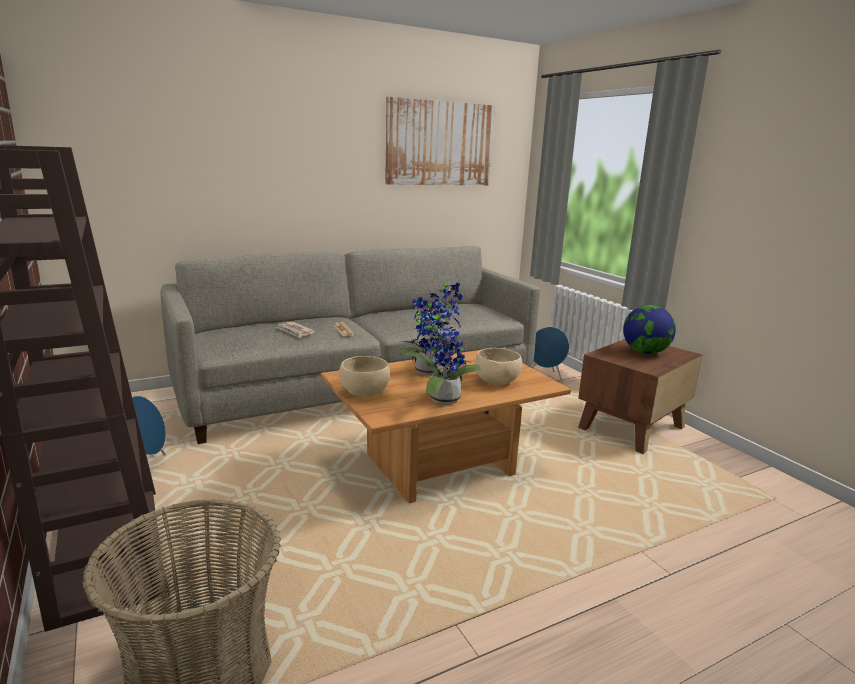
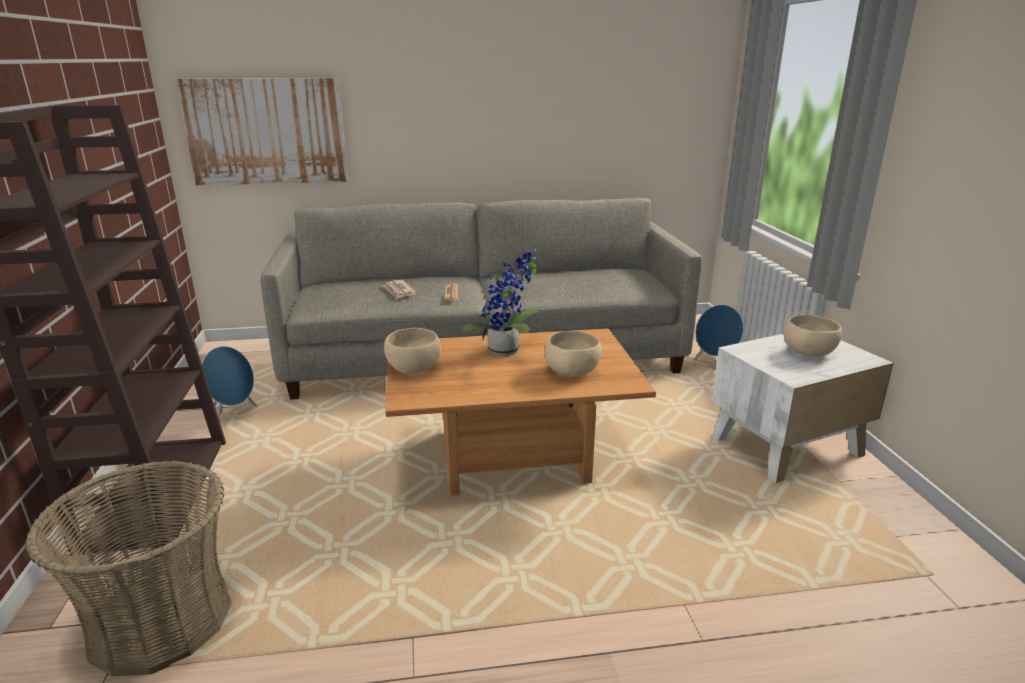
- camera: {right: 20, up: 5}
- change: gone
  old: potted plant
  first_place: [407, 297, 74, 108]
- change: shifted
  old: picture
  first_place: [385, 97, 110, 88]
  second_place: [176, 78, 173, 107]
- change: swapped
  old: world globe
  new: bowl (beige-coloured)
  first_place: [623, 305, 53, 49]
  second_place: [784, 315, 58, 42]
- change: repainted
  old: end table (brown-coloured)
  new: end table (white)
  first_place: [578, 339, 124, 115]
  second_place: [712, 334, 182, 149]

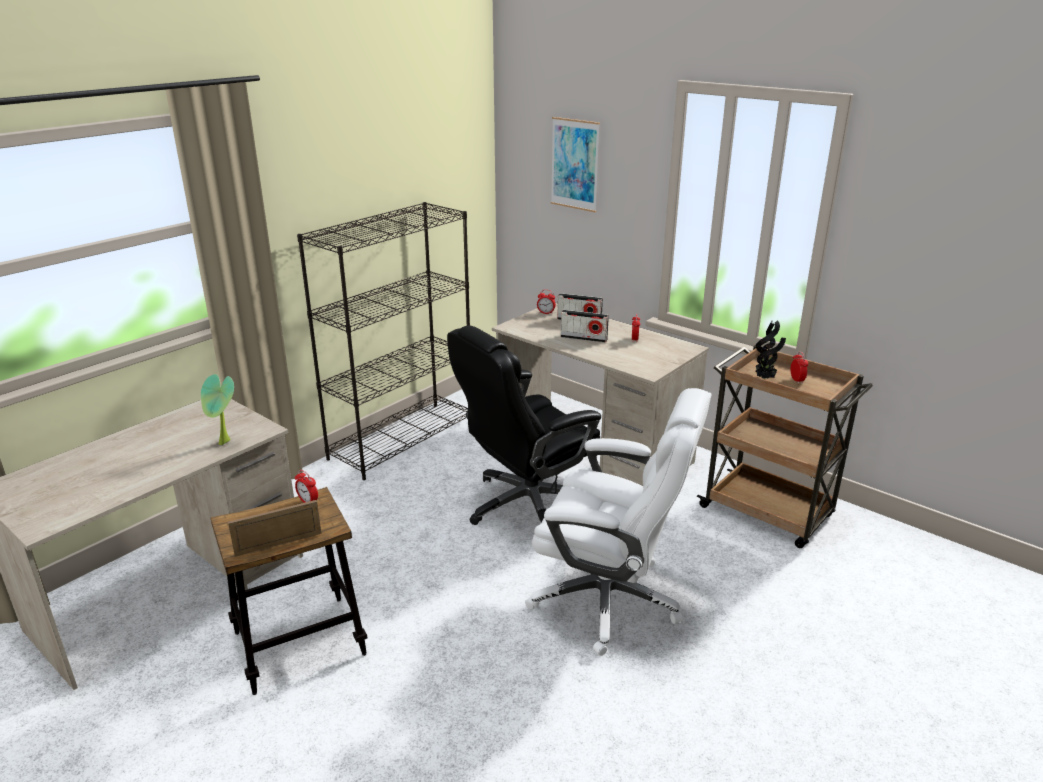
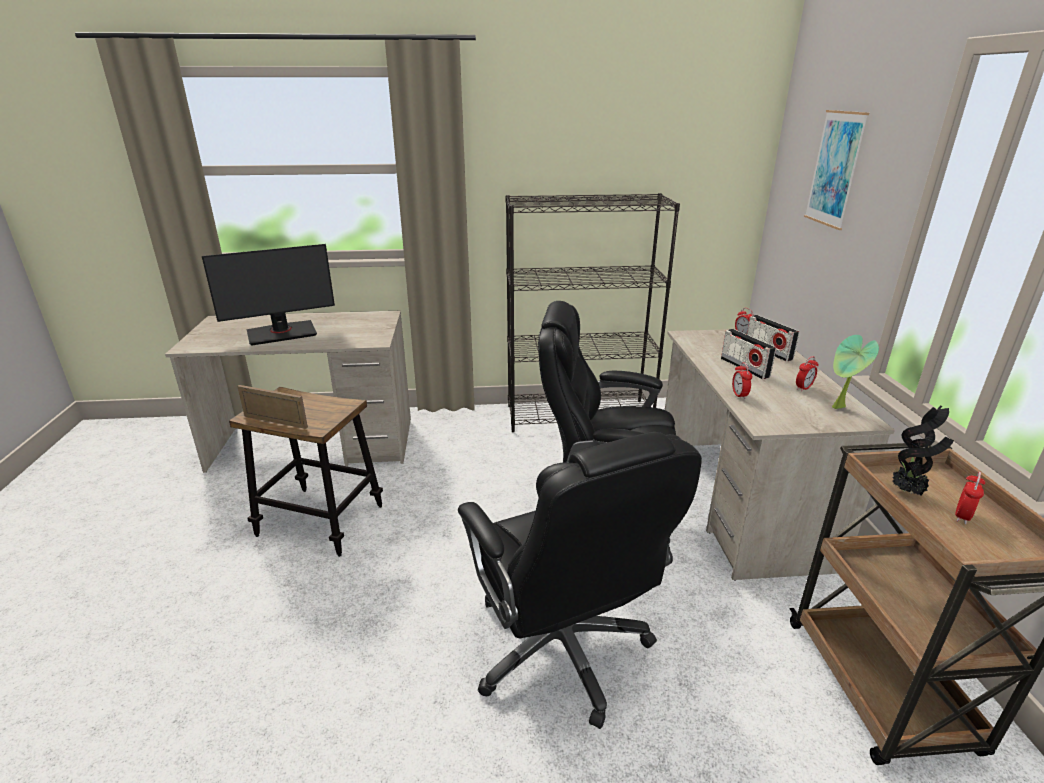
- camera: {right: 45, up: 0}
- change: new
  new: computer display
  second_place: [202, 244, 133, 101]
- change: shifted
  old: potted plant
  first_place: [201, 374, 33, 71]
  second_place: [832, 335, 47, 74]
- change: shifted
  old: table clock
  first_place: [295, 470, 23, 33]
  second_place: [732, 362, 20, 38]
- change: repainted
  old: office chair (white)
  new: office chair (blackish)
  first_place: [525, 388, 187, 268]
  second_place: [458, 432, 244, 297]

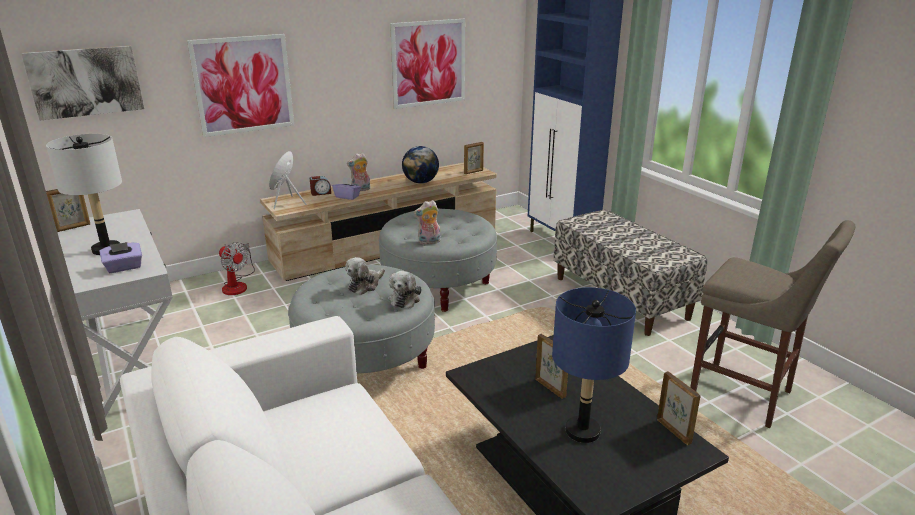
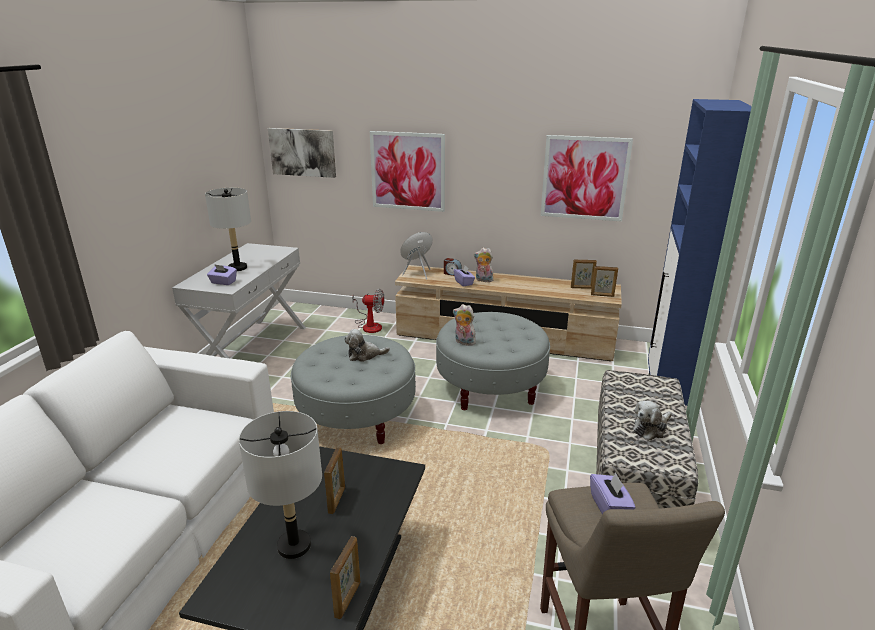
- camera: {right: 45, up: 0}
- change: gone
  old: world globe
  first_place: [402, 146, 37, 38]
- change: new
  new: box of tissues (purplish)
  second_place: [590, 472, 46, 42]
- change: shifted
  old: standing frame
  first_place: [46, 189, 44, 43]
  second_place: [571, 259, 26, 30]
- change: shifted
  old: soft toy
  first_place: [388, 271, 34, 37]
  second_place: [633, 400, 39, 41]
- change: repainted
  old: lamp for a table (bluish)
  new: lamp for a table (gray)
  first_place: [552, 287, 84, 156]
  second_place: [239, 411, 83, 148]
- change: rotated
  old: cooling fan
  first_place: [219, 242, 36, 53]
  second_place: [352, 289, 32, 44]
  degrees: -75

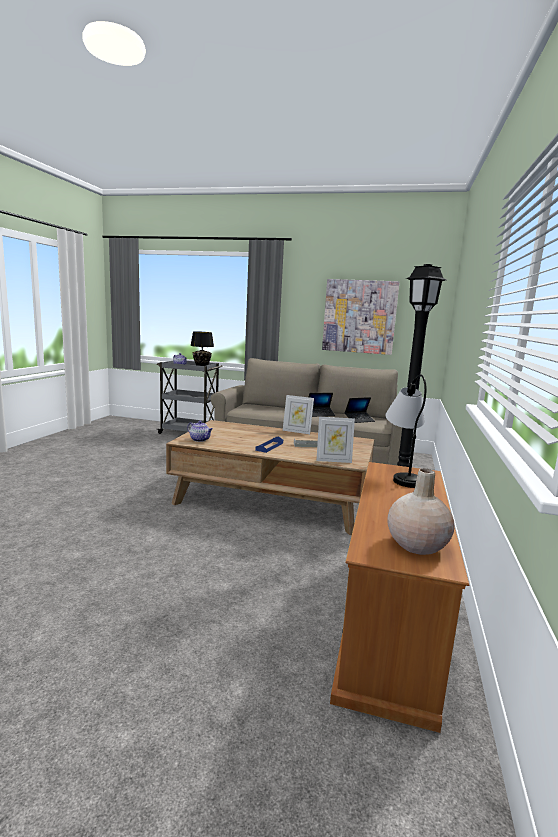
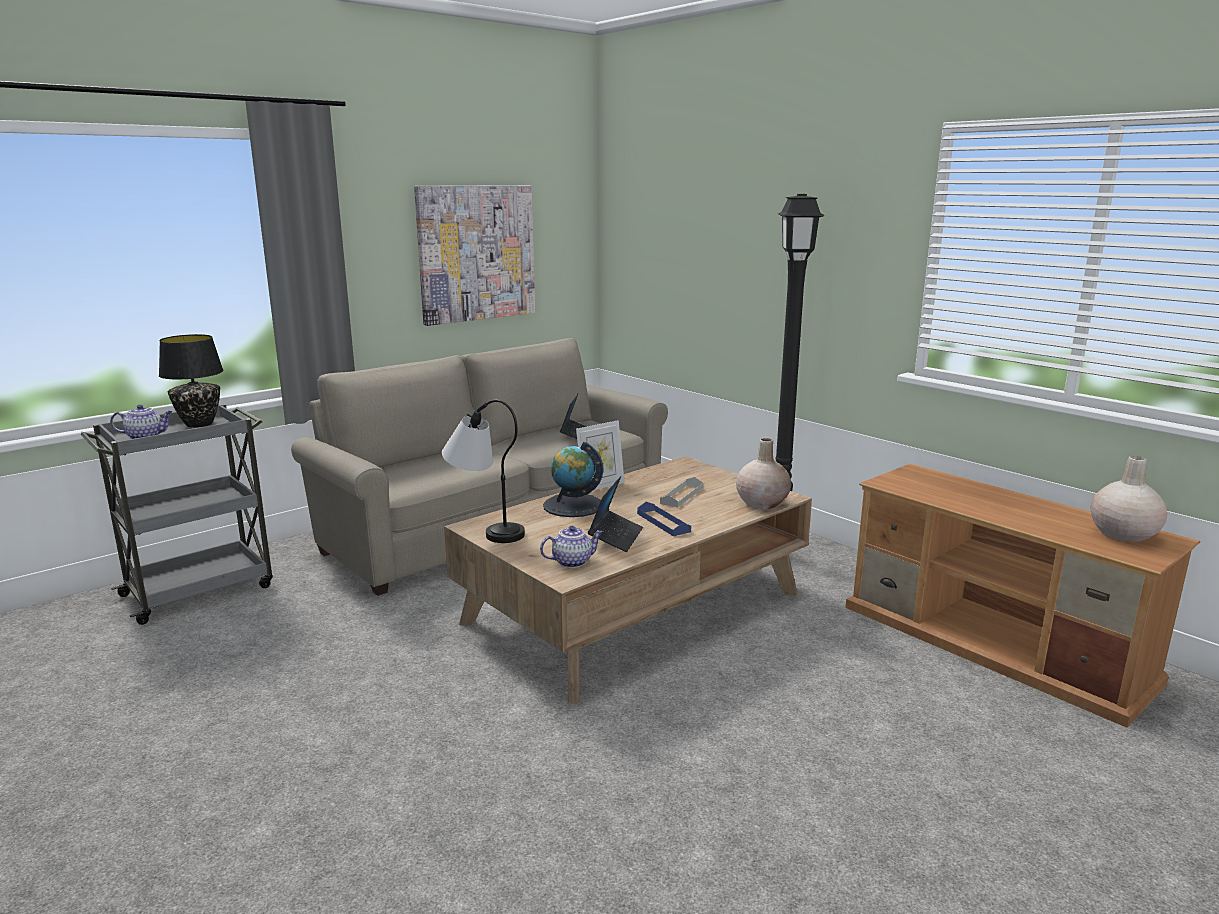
- camera: {right: -55, up: 5}
- change: new
  new: world globe
  second_place: [543, 442, 61, 75]
- change: shifted
  old: notebook computer
  first_place: [309, 393, 26, 24]
  second_place: [588, 476, 55, 76]
- change: shifted
  old: lamp for a table
  first_place: [385, 374, 41, 114]
  second_place: [442, 400, 83, 143]
- change: swapped
  old: standing frame
  new: decorative vase (beige-coloured)
  first_place: [316, 417, 39, 46]
  second_place: [736, 438, 55, 71]

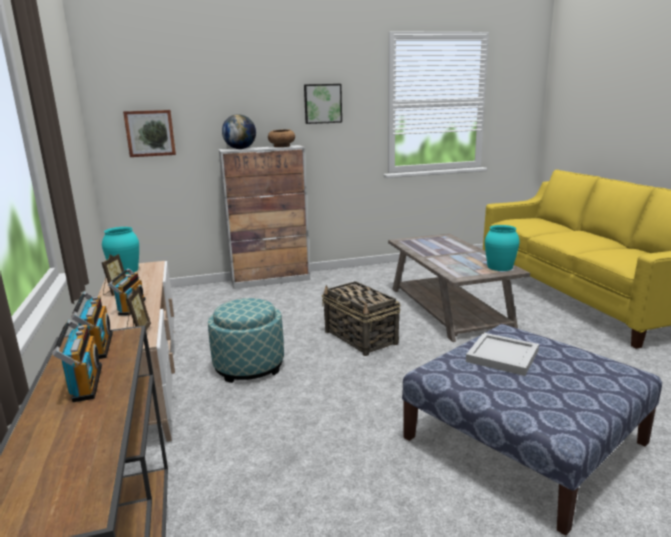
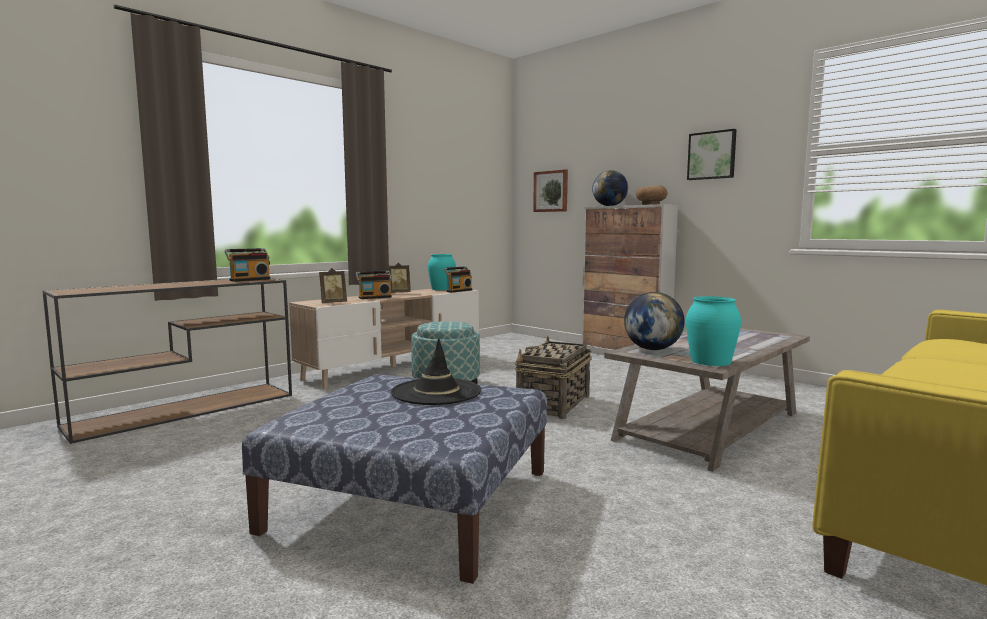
- camera: {right: 60, up: -10}
- change: new
  new: world globe
  second_place: [624, 292, 61, 58]
- change: shifted
  old: radio set
  first_place: [52, 320, 50, 82]
  second_place: [444, 266, 28, 27]
- change: swapped
  old: tray (white)
  new: wearable hat (blackish)
  first_place: [466, 333, 73, 43]
  second_place: [391, 338, 91, 67]

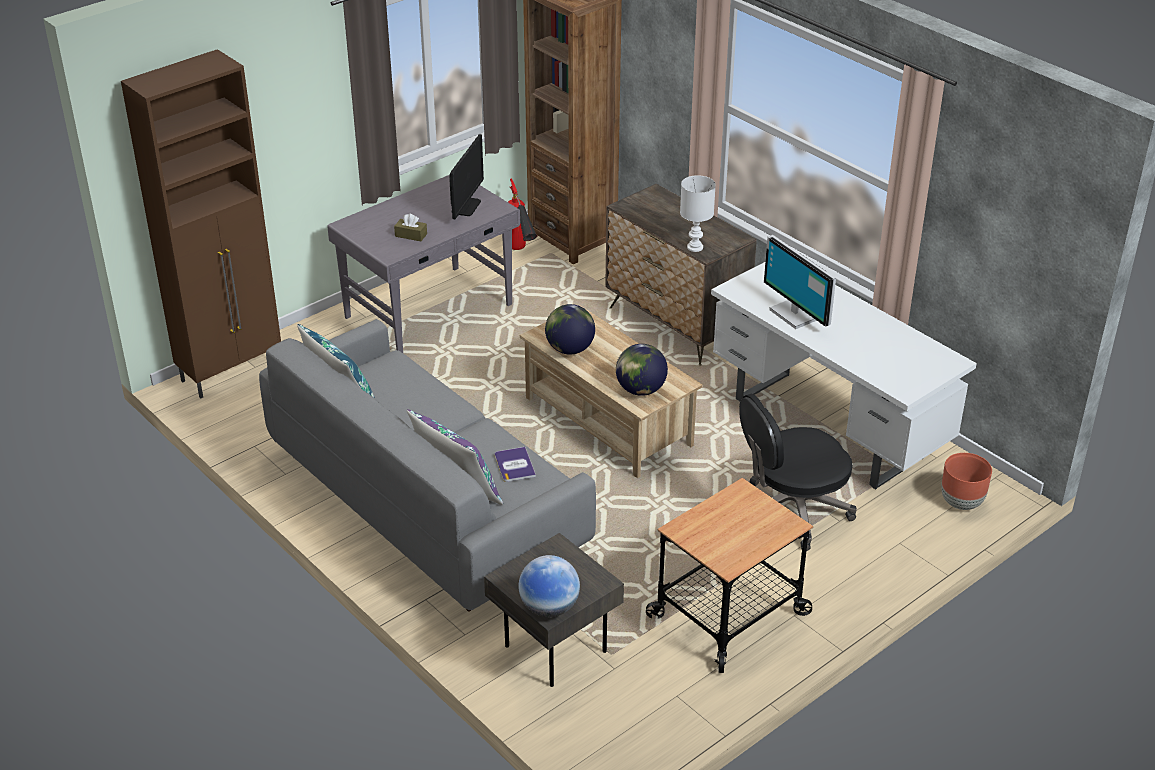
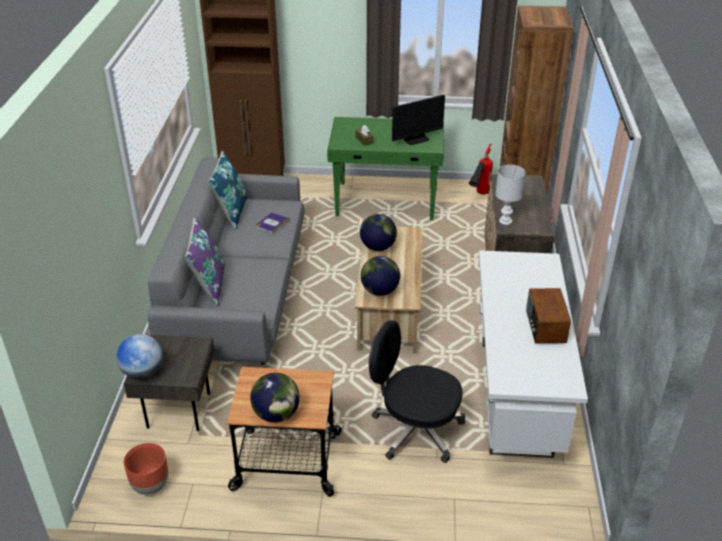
- camera: {right: 45, up: 0}
- change: gone
  old: computer display
  first_place: [764, 235, 72, 94]
- change: new
  new: world globe
  second_place: [250, 373, 50, 49]
- change: new
  new: radio set
  second_place: [526, 288, 45, 55]
- change: shifted
  old: bound book
  first_place: [495, 447, 41, 35]
  second_place: [256, 212, 33, 21]
- change: shifted
  old: flower pot (brown-coloured)
  first_place: [941, 453, 51, 57]
  second_place: [124, 443, 45, 52]
- change: repainted
  old: desk unit (gray)
  new: desk unit (green)
  first_place: [327, 175, 193, 178]
  second_place: [327, 117, 117, 103]

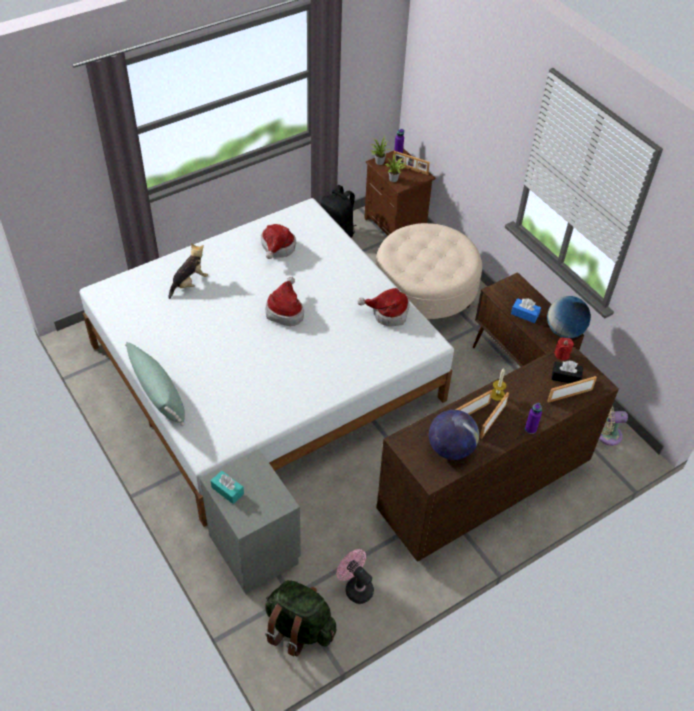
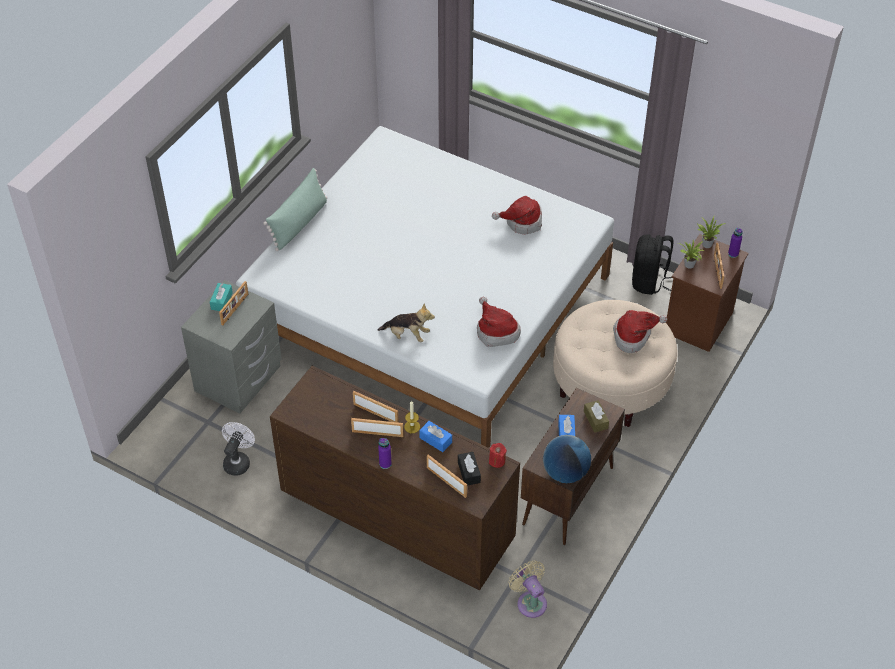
- camera: {right: 65, up: 0}
- change: gone
  old: backpack (green)
  first_place: [265, 580, 71, 76]
- change: gone
  old: world globe
  first_place: [429, 410, 50, 50]
- change: new
  new: standing frame
  second_place: [219, 281, 29, 44]
- change: new
  new: box of tissues (bluish)
  second_place: [419, 421, 33, 31]
- change: new
  new: box of tissues (brown-coloured)
  second_place: [584, 400, 25, 33]
- change: shifted
  old: soft toy
  first_place: [168, 243, 40, 56]
  second_place: [377, 303, 58, 39]
- change: shifted
  old: wearable hat
  first_place: [265, 277, 39, 49]
  second_place: [613, 310, 54, 43]
- change: repainted
  old: cooling fan (pink-coloured)
  new: cooling fan (white)
  first_place: [336, 549, 38, 55]
  second_place: [222, 422, 33, 54]

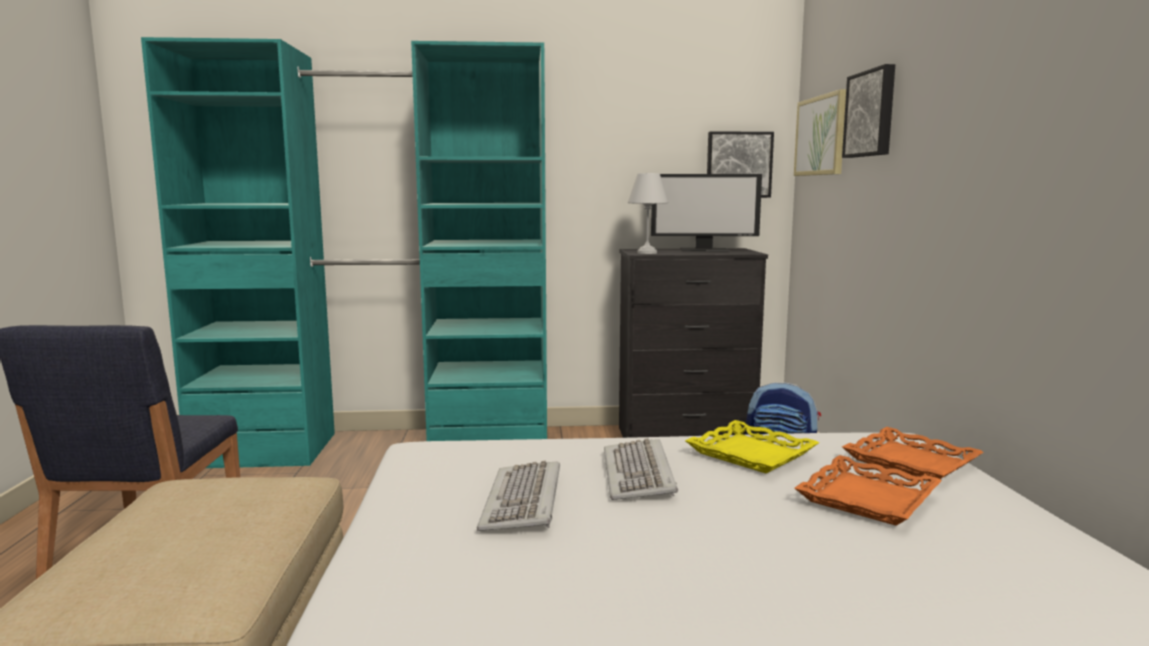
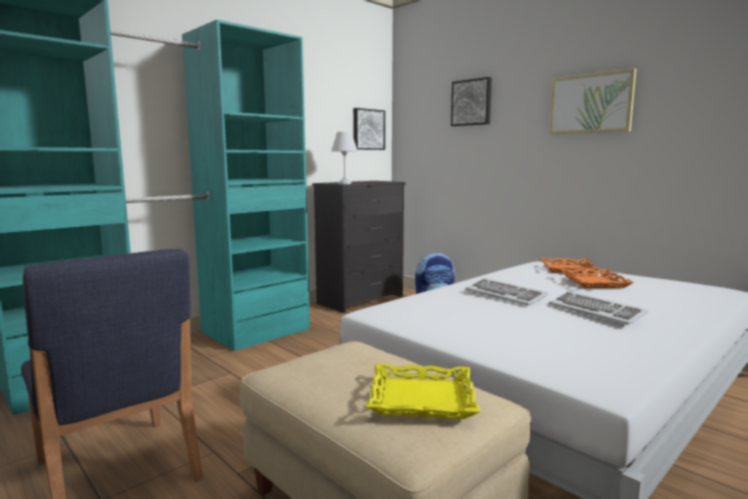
- camera: {right: -40, up: 0}
- change: gone
  old: computer display
  first_place: [651, 174, 111, 77]
- change: shifted
  old: keyboard
  first_place: [477, 460, 83, 71]
  second_place: [549, 292, 99, 33]
- change: shifted
  old: tray (yellow-coloured)
  first_place: [685, 420, 134, 54]
  second_place: [366, 364, 114, 55]
- change: shifted
  old: picture
  first_place: [794, 89, 52, 87]
  second_place: [550, 68, 86, 66]

